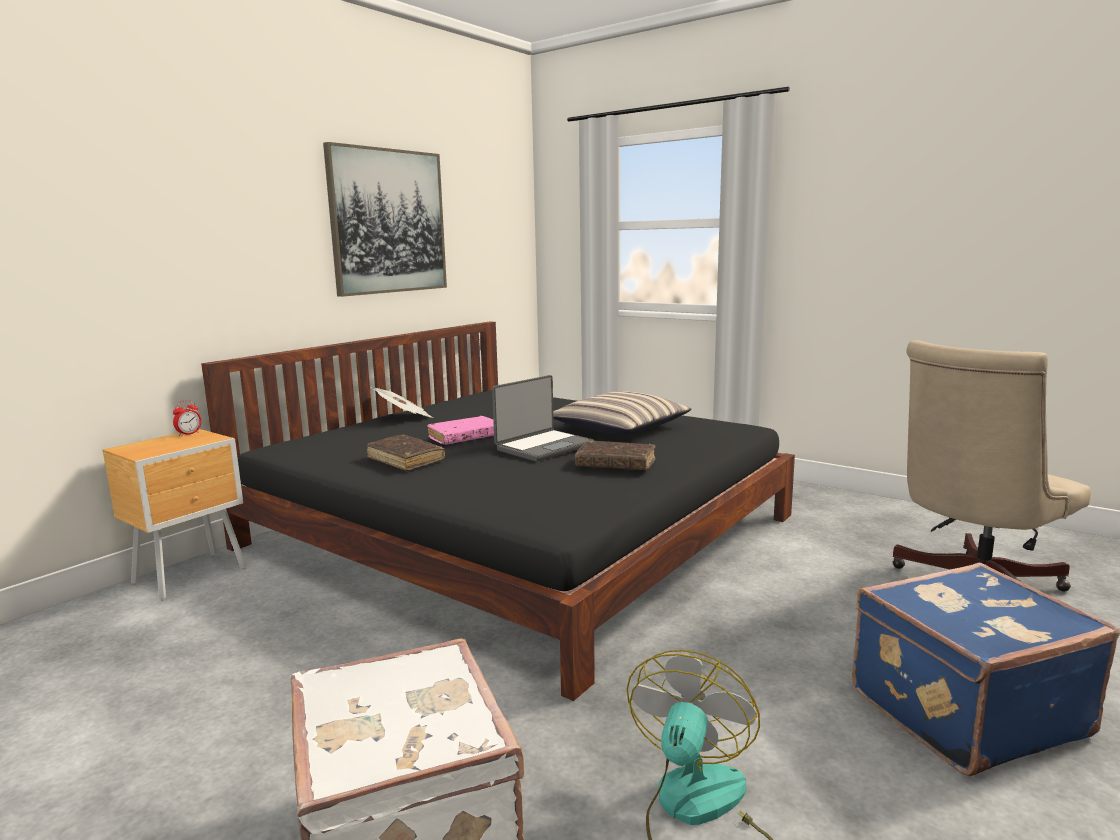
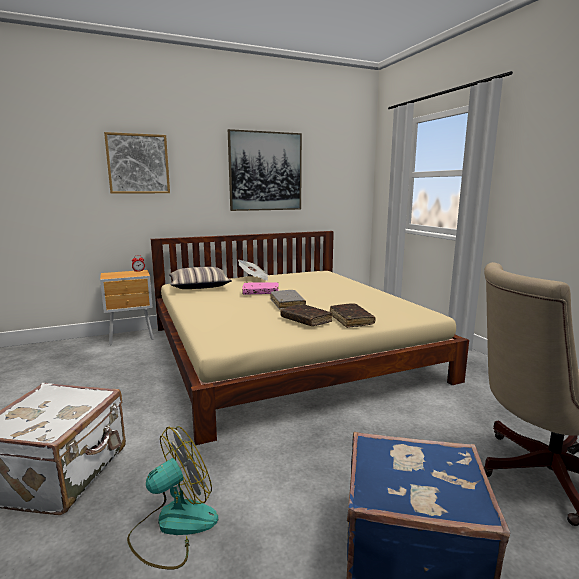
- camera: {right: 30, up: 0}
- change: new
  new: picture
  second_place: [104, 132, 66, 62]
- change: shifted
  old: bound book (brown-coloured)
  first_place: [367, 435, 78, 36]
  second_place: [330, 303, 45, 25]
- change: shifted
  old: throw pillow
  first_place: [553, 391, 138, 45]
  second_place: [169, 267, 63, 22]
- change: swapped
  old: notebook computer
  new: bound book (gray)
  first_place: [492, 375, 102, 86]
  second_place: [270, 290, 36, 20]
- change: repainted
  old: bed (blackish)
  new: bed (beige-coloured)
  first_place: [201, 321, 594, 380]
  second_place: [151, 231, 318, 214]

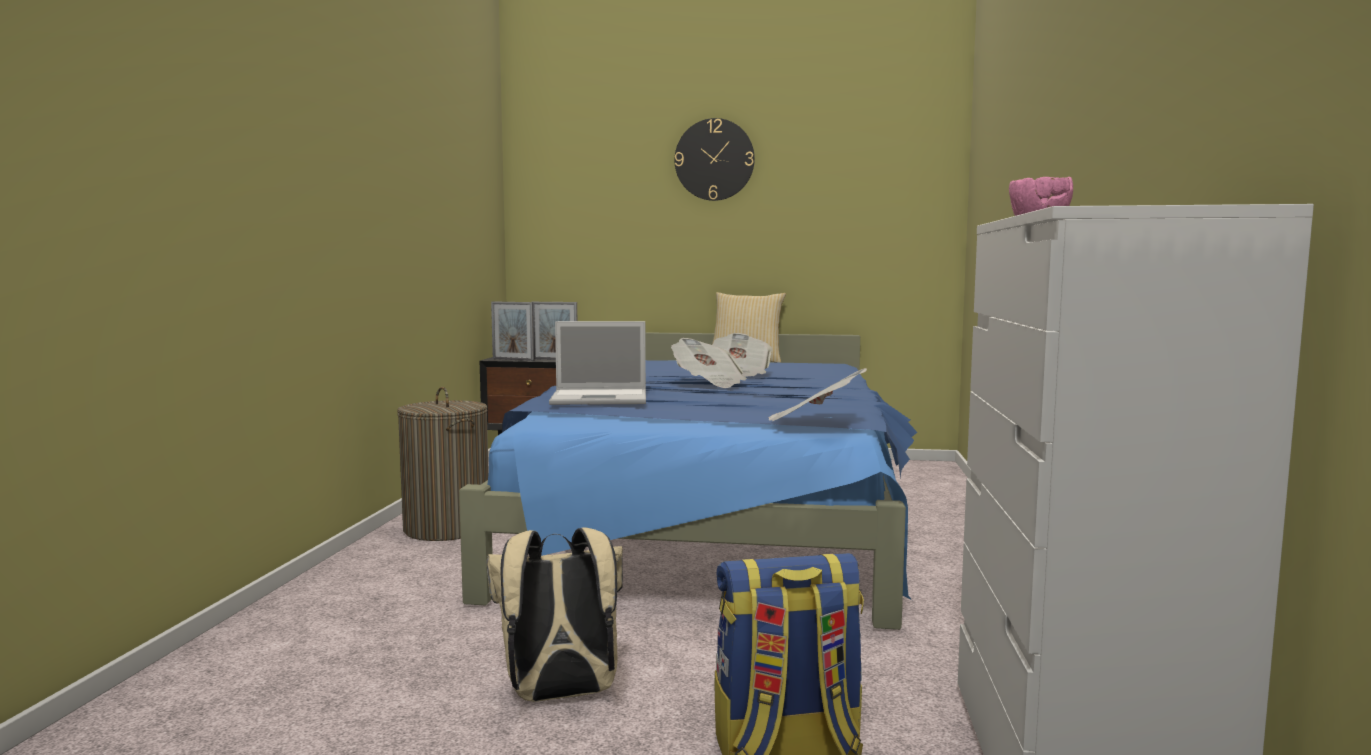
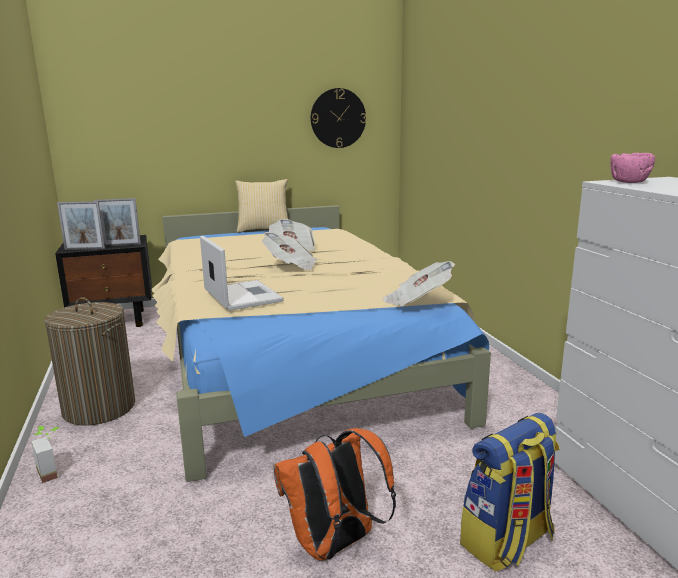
- camera: {right: -25, up: 10}
- change: new
  new: potted plant
  second_place: [31, 426, 29, 57]
- change: shifted
  old: clock on the wall
  first_place: [675, 118, 80, 83]
  second_place: [311, 88, 55, 60]
- change: repainted
  old: bed (bluish)
  new: bed (beige-coloured)
  first_place: [459, 332, 458, 298]
  second_place: [152, 205, 339, 277]
- change: repainted
  old: backpack (beige-coloured)
  new: backpack (orangey)
  first_place: [486, 527, 137, 175]
  second_place: [273, 428, 123, 133]
- change: rotated
  old: notebook computer
  first_place: [549, 321, 97, 84]
  second_place: [200, 236, 84, 75]
  degrees: -90

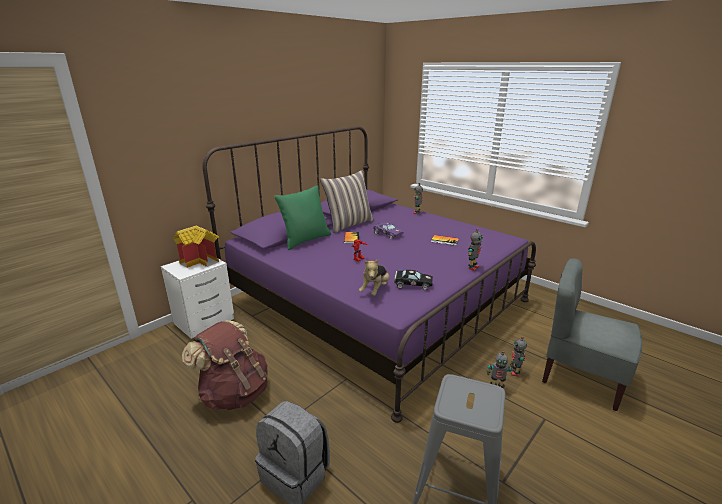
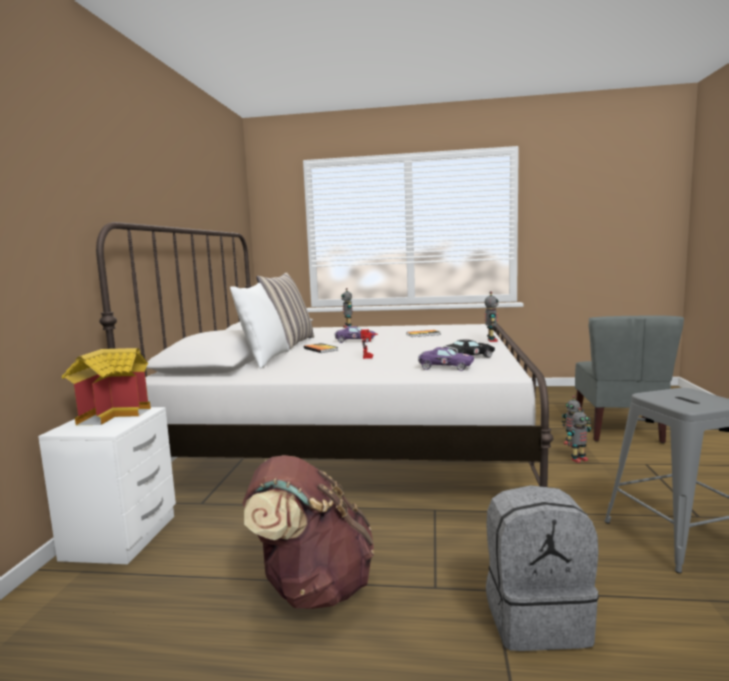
- camera: {right: -35, up: -15}
- change: swapped
  old: soft toy
  new: toy car (purplish)
  first_place: [359, 258, 30, 38]
  second_place: [418, 347, 56, 24]
- change: repainted
  old: bed (purplish)
  new: bed (white)
  first_place: [202, 126, 334, 297]
  second_place: [96, 222, 458, 265]
- change: repainted
  old: throw pillow (green)
  new: throw pillow (white)
  first_place: [274, 186, 57, 64]
  second_place: [230, 283, 59, 86]
- change: rotated
  old: plain chair (gray)
  first_place: [542, 258, 100, 153]
  second_place: [575, 316, 109, 127]
  degrees: -75

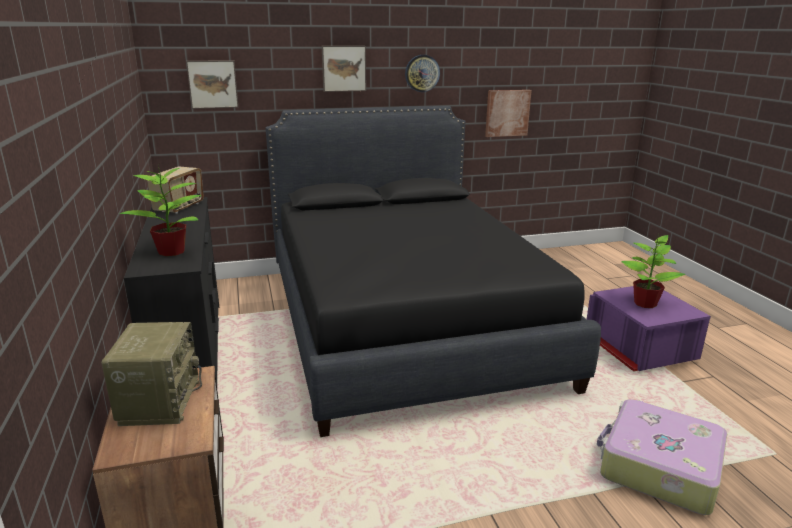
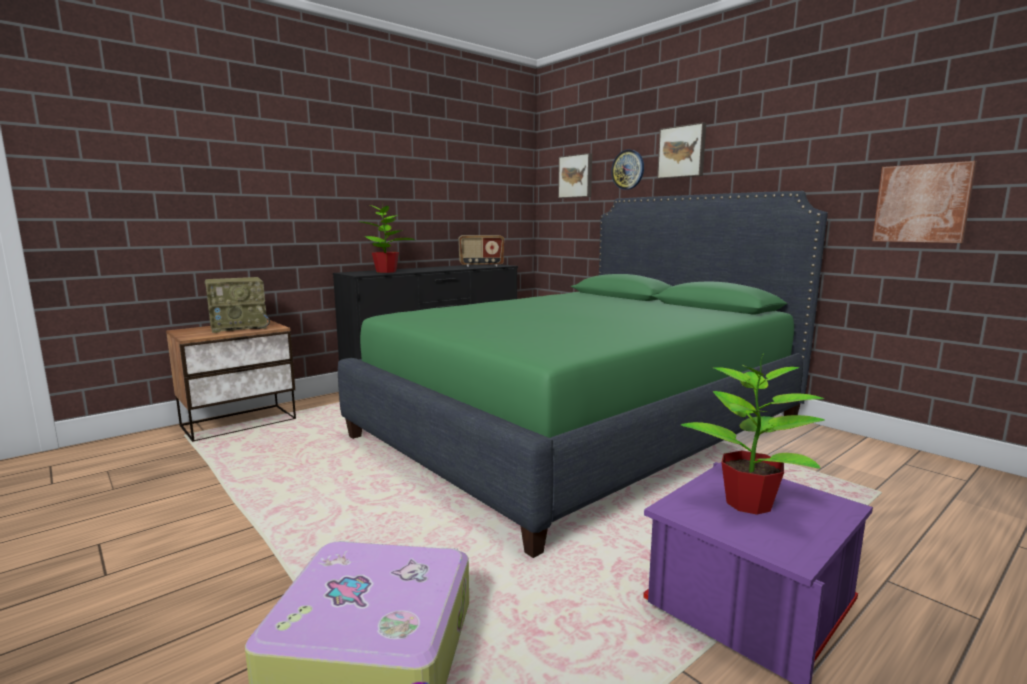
- camera: {right: 65, up: -10}
- change: shifted
  old: clock on the wall
  first_place: [405, 55, 35, 37]
  second_place: [611, 149, 33, 41]
- change: repainted
  old: bed (blackish)
  new: bed (green)
  first_place: [265, 106, 336, 331]
  second_place: [338, 191, 490, 367]

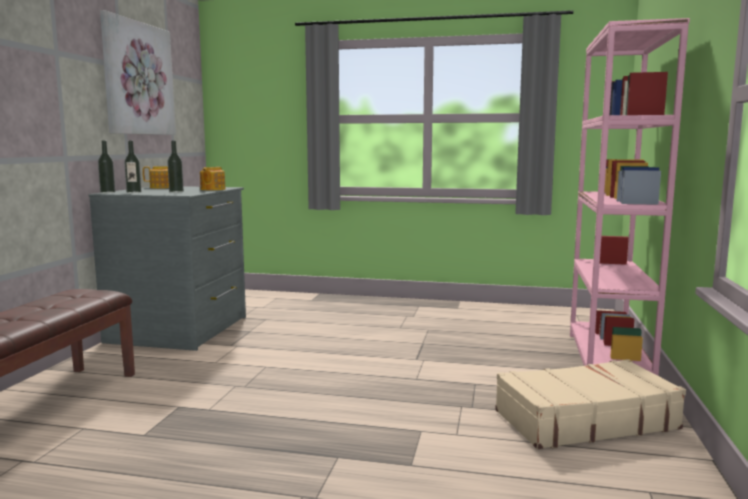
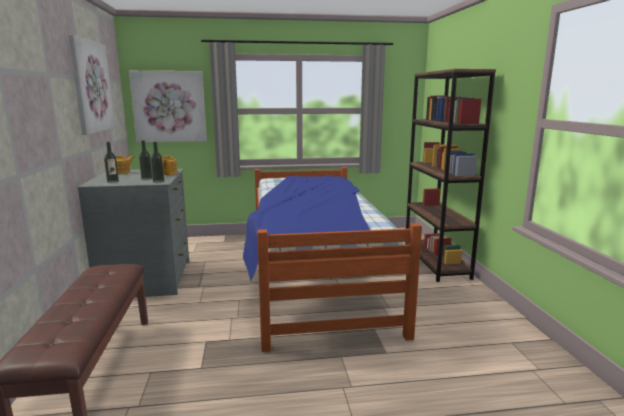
- camera: {right: -20, up: 5}
- change: gone
  old: piece of luggage (beige-coloured)
  first_place: [495, 359, 191, 90]
- change: new
  new: picture
  second_place: [129, 71, 78, 71]
- change: new
  new: bed
  second_place: [243, 167, 179, 185]
- change: shifted
  old: drink bottle
  first_place: [98, 141, 17, 52]
  second_place: [151, 142, 13, 41]
- change: repainted
  old: shelving unit (pink-coloured)
  new: shelving unit (brown-coloured)
  first_place: [570, 18, 120, 358]
  second_place: [405, 69, 91, 213]

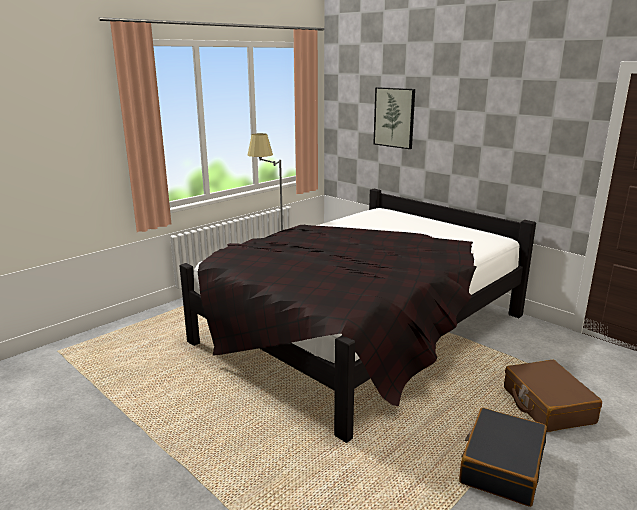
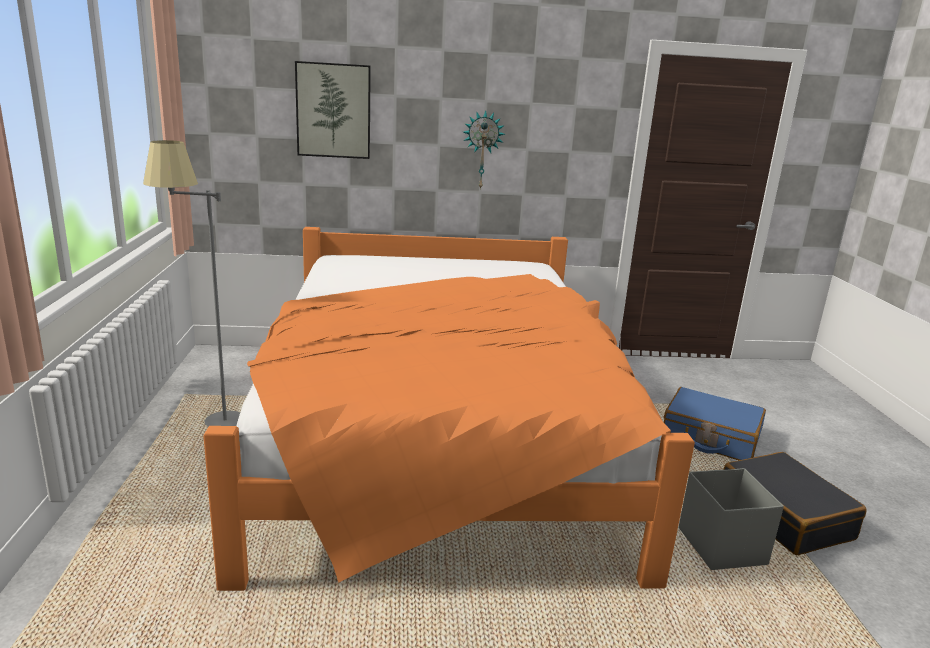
- camera: {right: -50, up: 0}
- change: new
  new: clock on the wall
  second_place: [463, 110, 42, 80]
- change: new
  new: storage container (gray)
  second_place: [679, 468, 105, 102]
- change: repainted
  old: bed (blackish)
  new: bed (orangey)
  first_place: [179, 189, 357, 254]
  second_place: [203, 227, 492, 364]
- change: repainted
  old: piece of luggage (brown-coloured)
  new: piece of luggage (bluish)
  first_place: [504, 360, 98, 72]
  second_place: [664, 387, 102, 73]

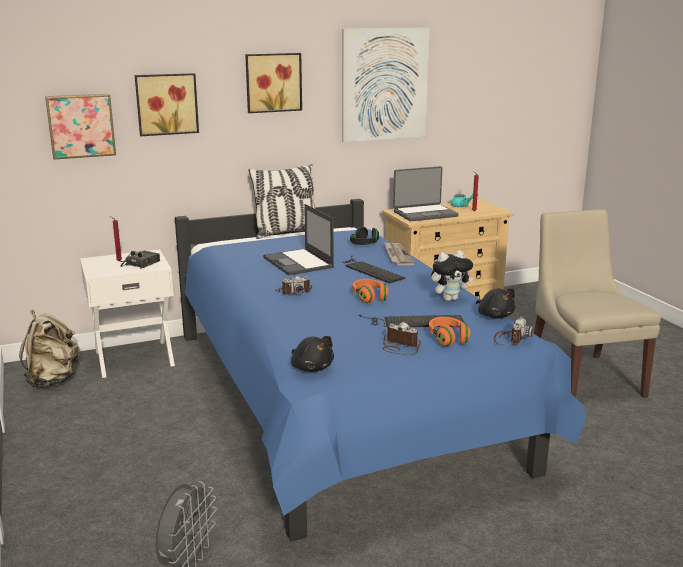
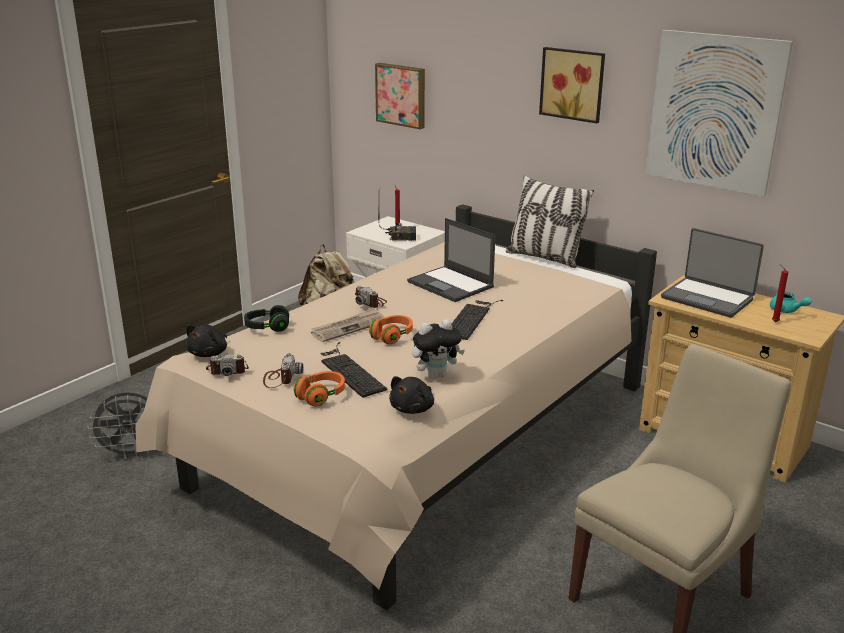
- camera: {right: 60, up: 5}
- change: gone
  old: picture
  first_place: [135, 73, 64, 63]
- change: shifted
  old: headset (blackish)
  first_place: [350, 226, 29, 19]
  second_place: [244, 305, 45, 27]
- change: shifted
  old: printed paper
  first_place: [384, 242, 31, 24]
  second_place: [311, 308, 73, 34]
- change: shifted
  old: still camera
  first_place: [494, 317, 40, 28]
  second_place: [206, 353, 43, 23]
- change: repainted
  old: bed (bluish)
  new: bed (beige-coloured)
  first_place: [175, 199, 411, 342]
  second_place: [135, 204, 522, 406]
- change: rotated
  old: notebook computer
  first_place: [263, 204, 71, 72]
  second_place: [407, 218, 88, 84]
  degrees: -75
- change: rotated
  old: soft toy
  first_place: [431, 250, 43, 51]
  second_place: [412, 319, 53, 60]
  degrees: -60

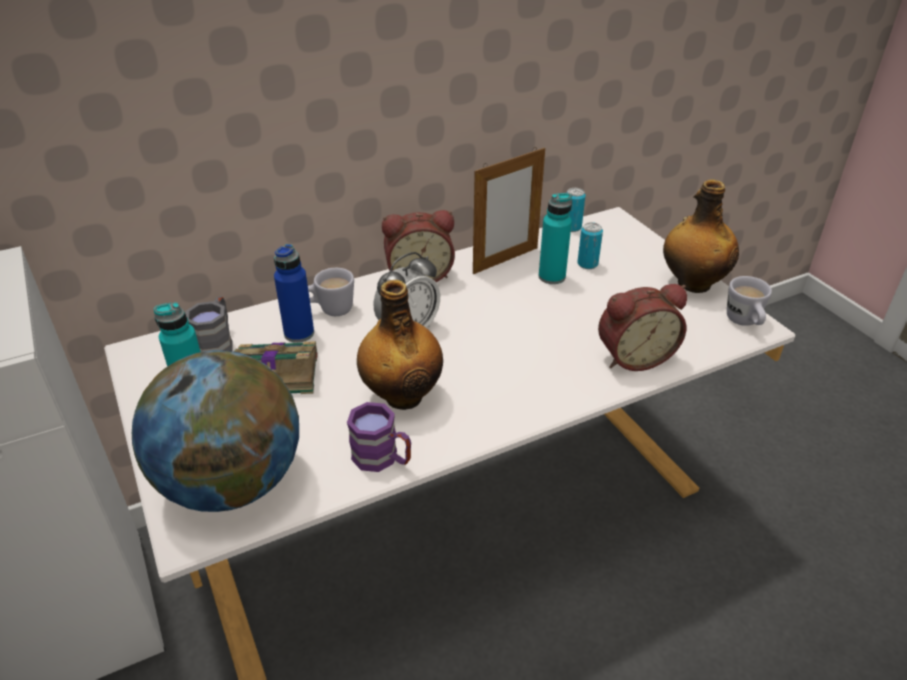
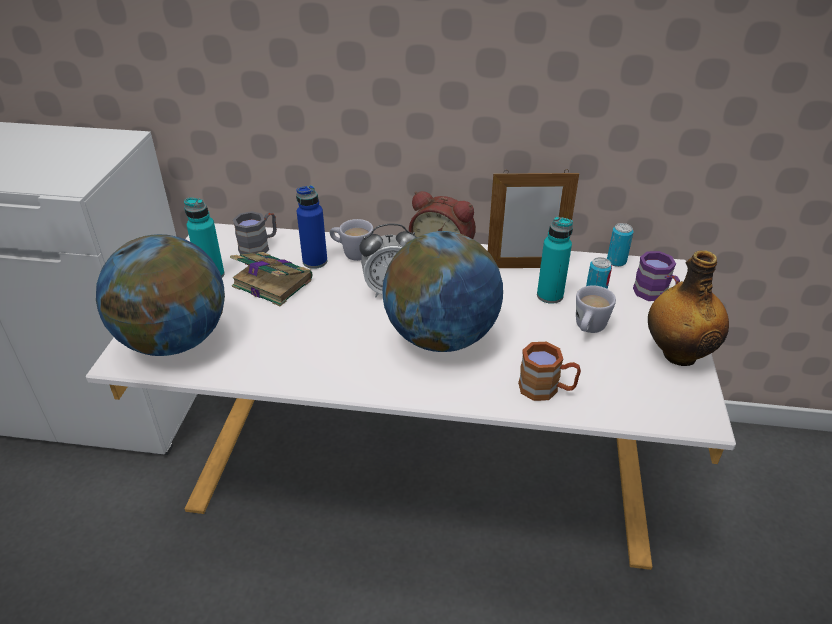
- camera: {right: 35, up: 0}
- change: gone
  old: drink bottle
  first_place: [357, 280, 86, 130]
- change: new
  new: world globe
  second_place: [382, 231, 121, 121]
- change: shifted
  old: coffee mug (purplish)
  first_place: [347, 402, 64, 70]
  second_place: [633, 251, 47, 50]
- change: shifted
  old: coffee mug (white)
  first_place: [727, 276, 45, 50]
  second_place: [576, 285, 40, 48]
- change: swapped
  old: table clock
  new: coffee mug (brown-coloured)
  first_place: [598, 284, 89, 87]
  second_place: [518, 342, 63, 59]

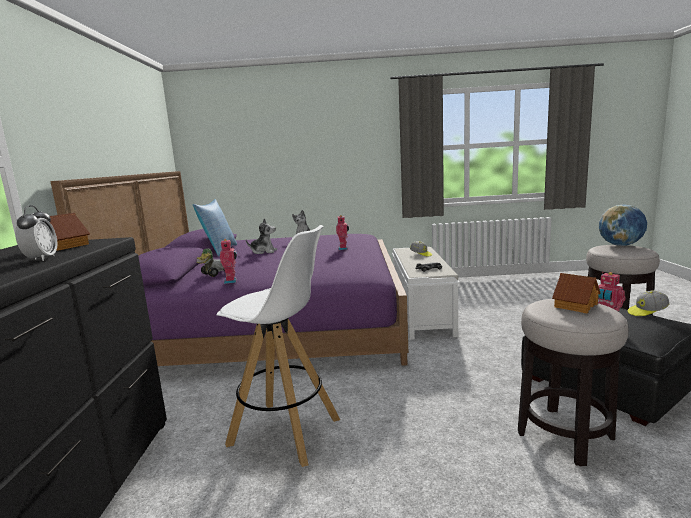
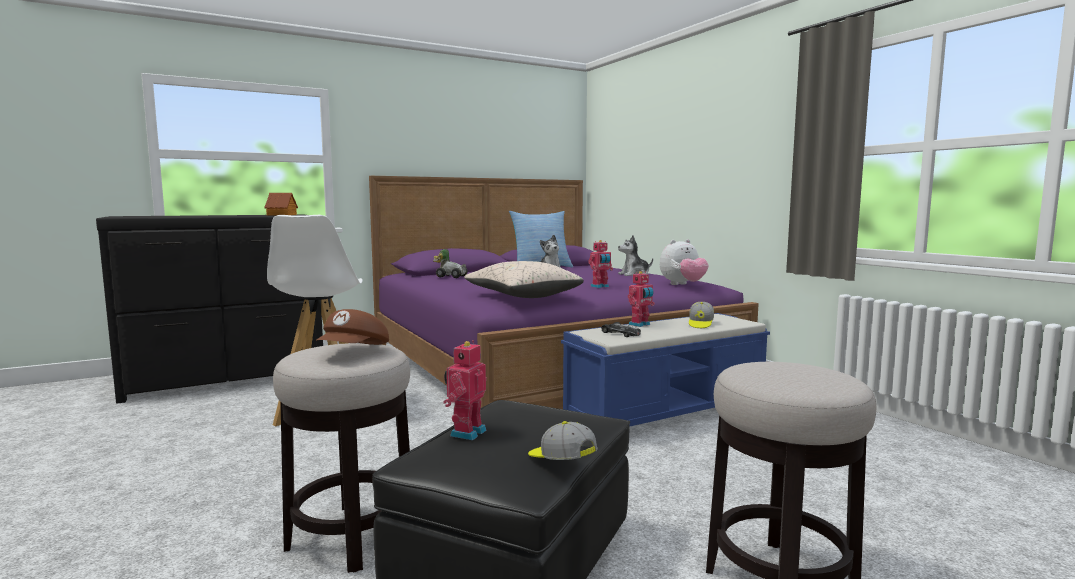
- camera: {right: 60, up: -5}
- change: gone
  old: table clock
  first_place: [15, 205, 42, 56]
- change: gone
  old: world globe
  first_place: [599, 205, 48, 41]
- change: new
  new: throw pillow (beige-coloured)
  second_place: [464, 261, 120, 37]
- change: new
  new: soft toy
  second_place: [660, 239, 49, 46]
- change: shifted
  old: robot figure
  first_place: [220, 239, 17, 45]
  second_place: [628, 271, 27, 56]
- change: swapped
  old: toy house
  new: cap (brown-coloured)
  first_place: [552, 273, 49, 40]
  second_place: [316, 309, 73, 36]
- change: repainted
  old: bench (white)
  new: bench (bluish)
  first_place: [392, 247, 68, 93]
  second_place: [561, 313, 209, 113]

